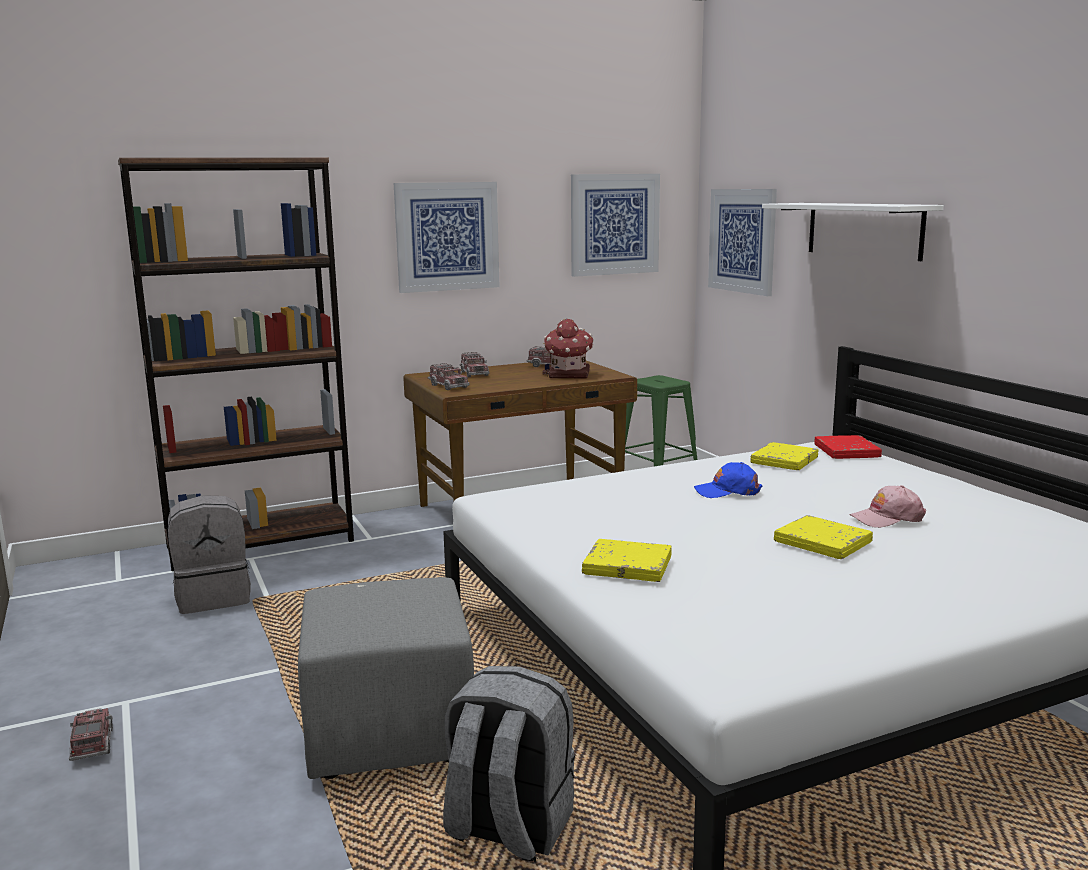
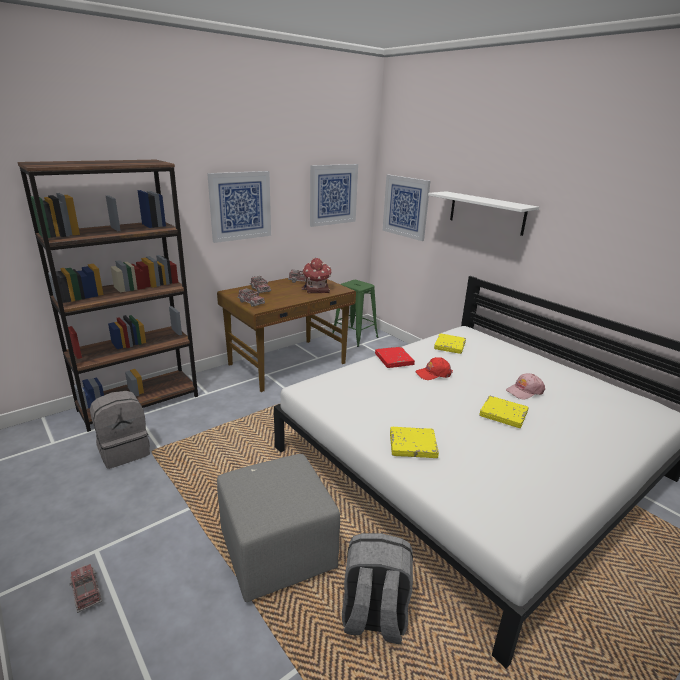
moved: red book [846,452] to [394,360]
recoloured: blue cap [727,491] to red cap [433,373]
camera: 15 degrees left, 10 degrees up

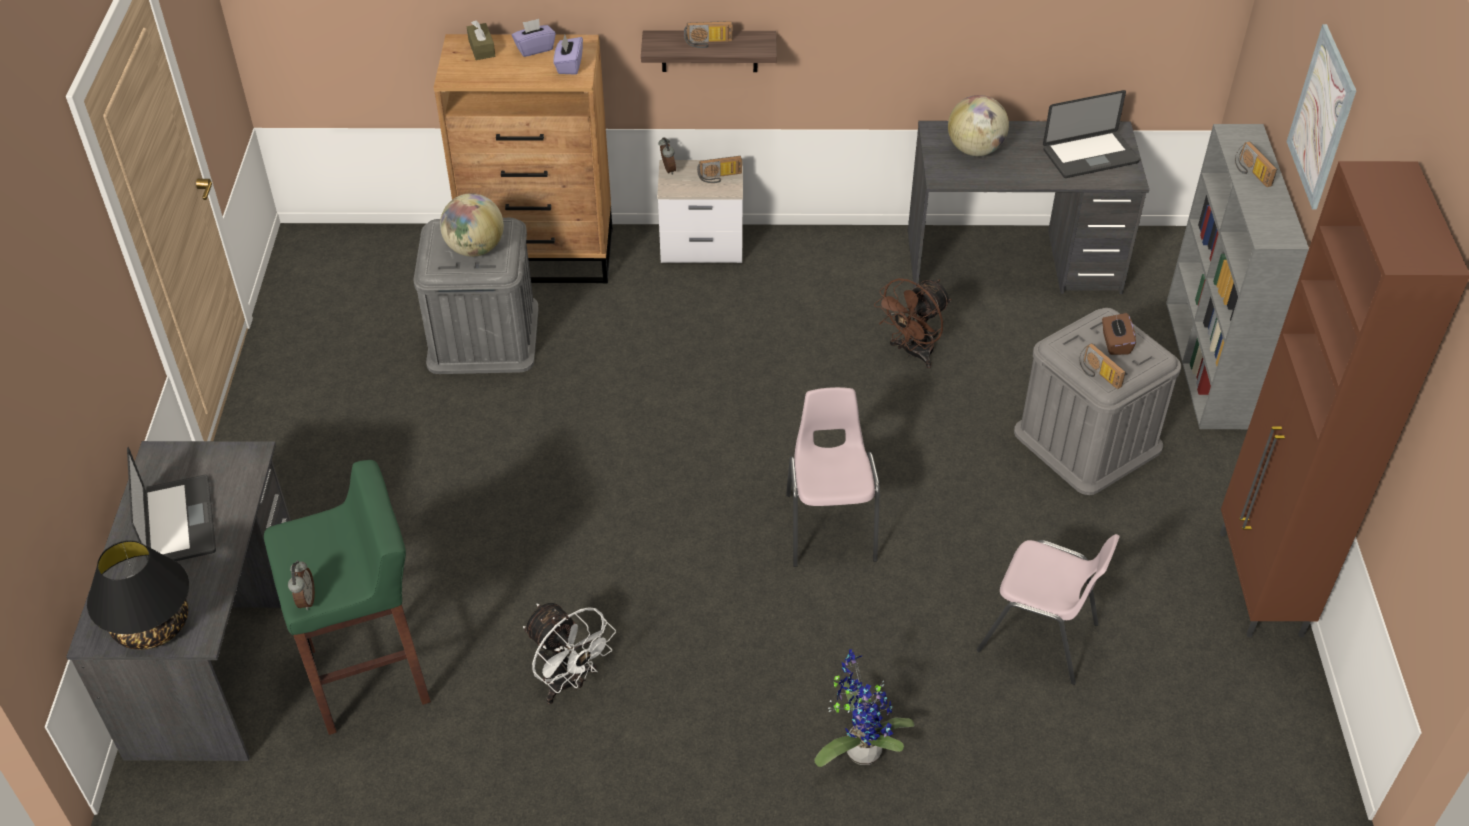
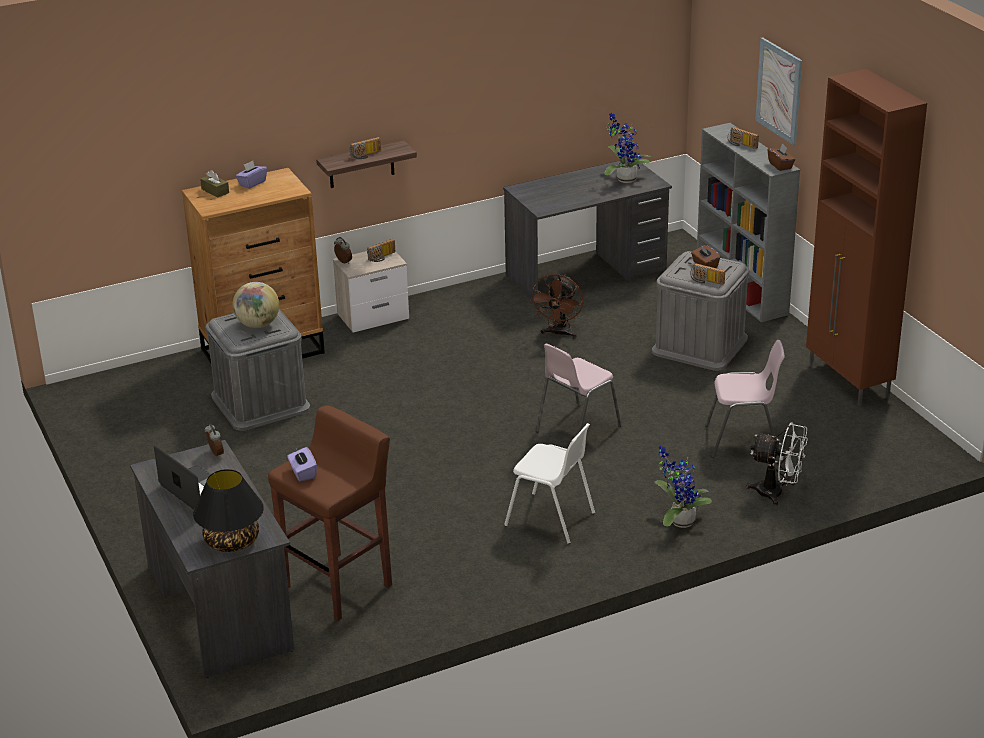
removed: globe [975,150]
added: white chair [551,519]; brown tissue box [780,165]
moved: alarm clock [305,600] to [215,454]; purple tissue box [569,65] to [303,473]; white fan [569,683] to [777,493]
replaced: laptop [1090,156] to potted plant [624,179]
recoloured: green stool [370,675] to brown stool [339,586]
turned: pink chair [830,526] = [576,429] 105 degrees counterclockwise
camera: 25 degrees left, 15 degrees down

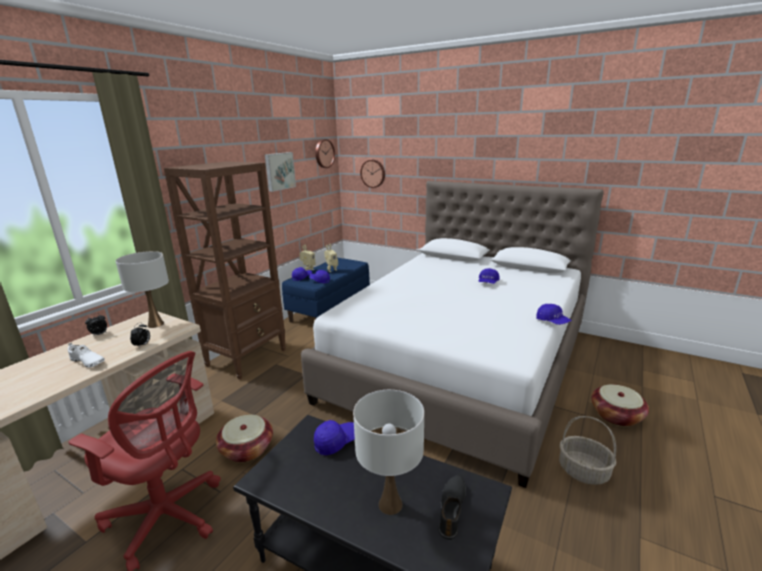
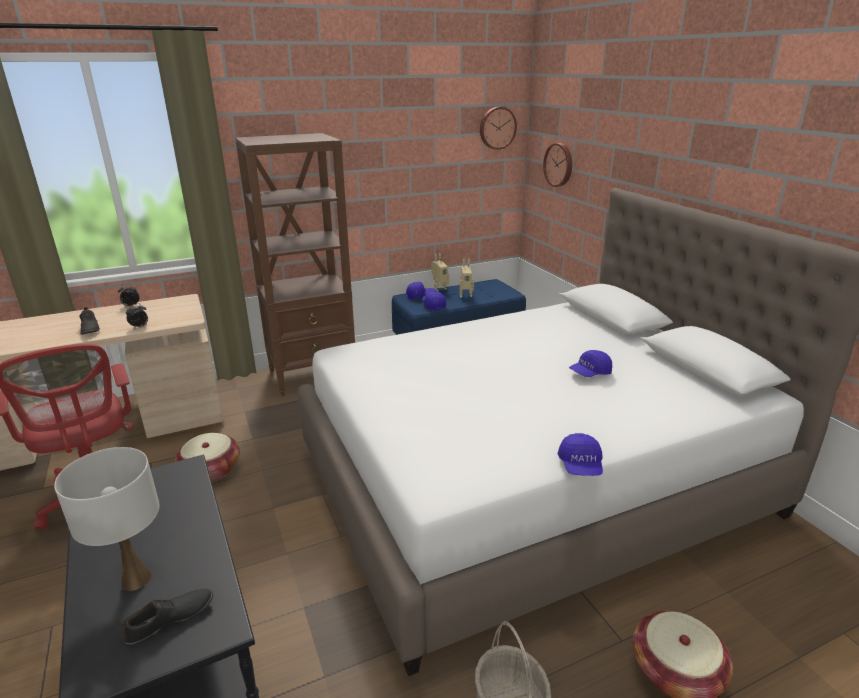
removed: white table lamp [156,324]; picture [279,171]; blue cap [336,441]
recoloured: white shoe [87,362] to black shoe [89,329]
camera: 35 degrees right, 5 degrees up

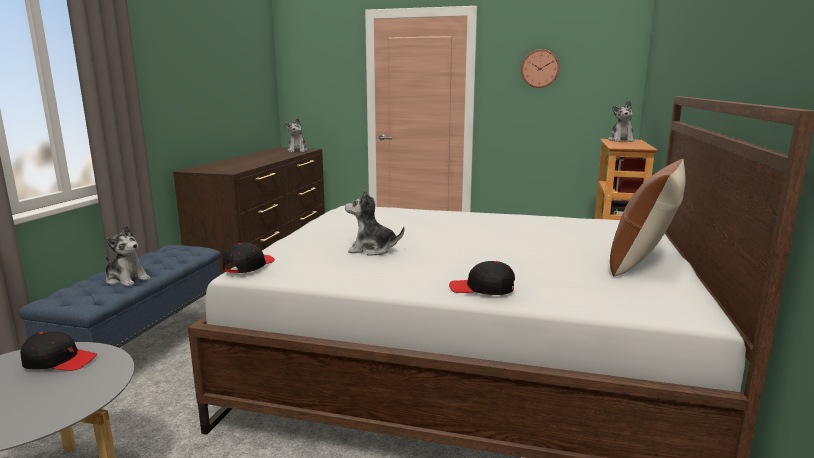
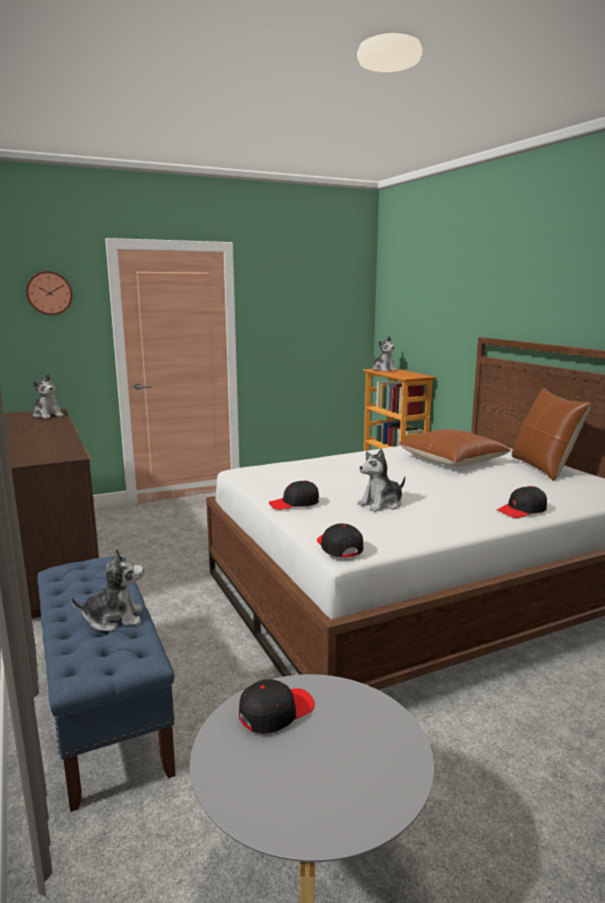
added: black cap [294,503]; brown pillow [452,460]
moved: wall clock [540,68] to [49,293]
camera: 40 degrees left, 0 degrees up

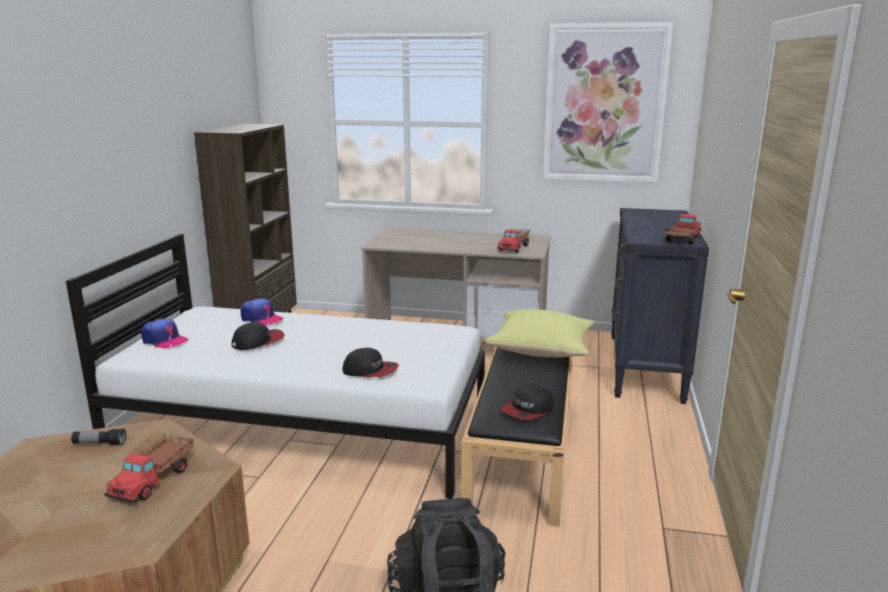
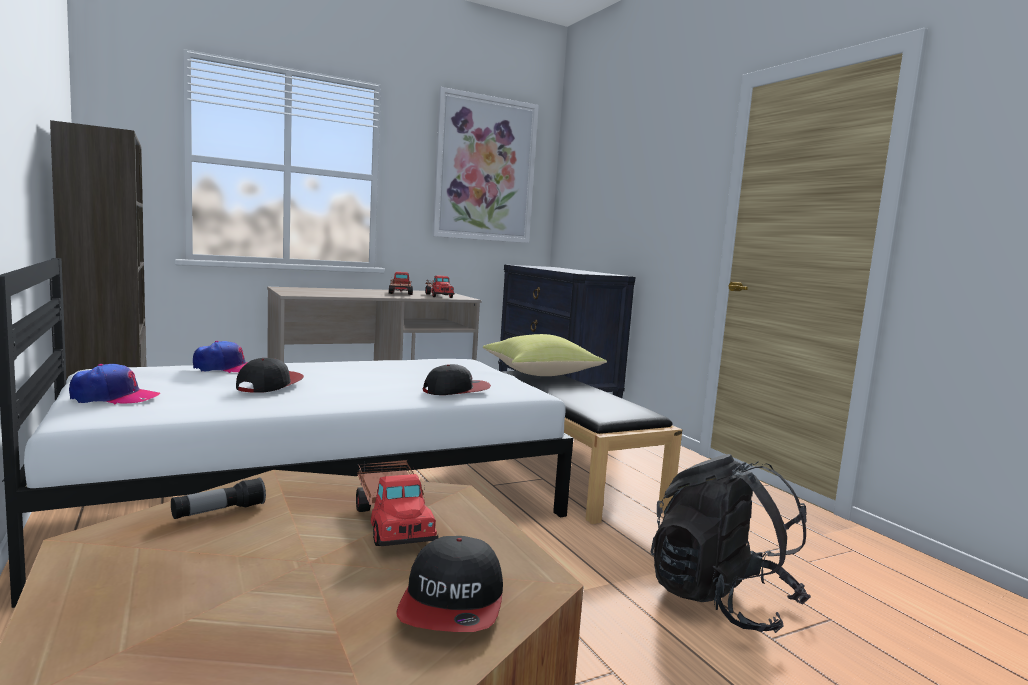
moved: toy truck [682,240] to [400,293]; cap [528,410] to [453,602]
camera: 40 degrees left, 10 degrees down

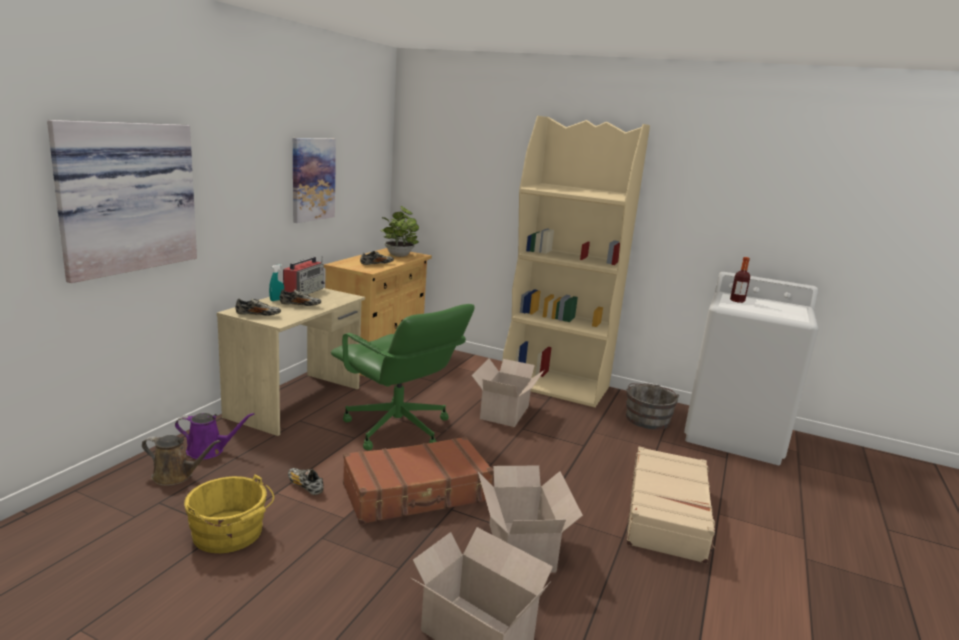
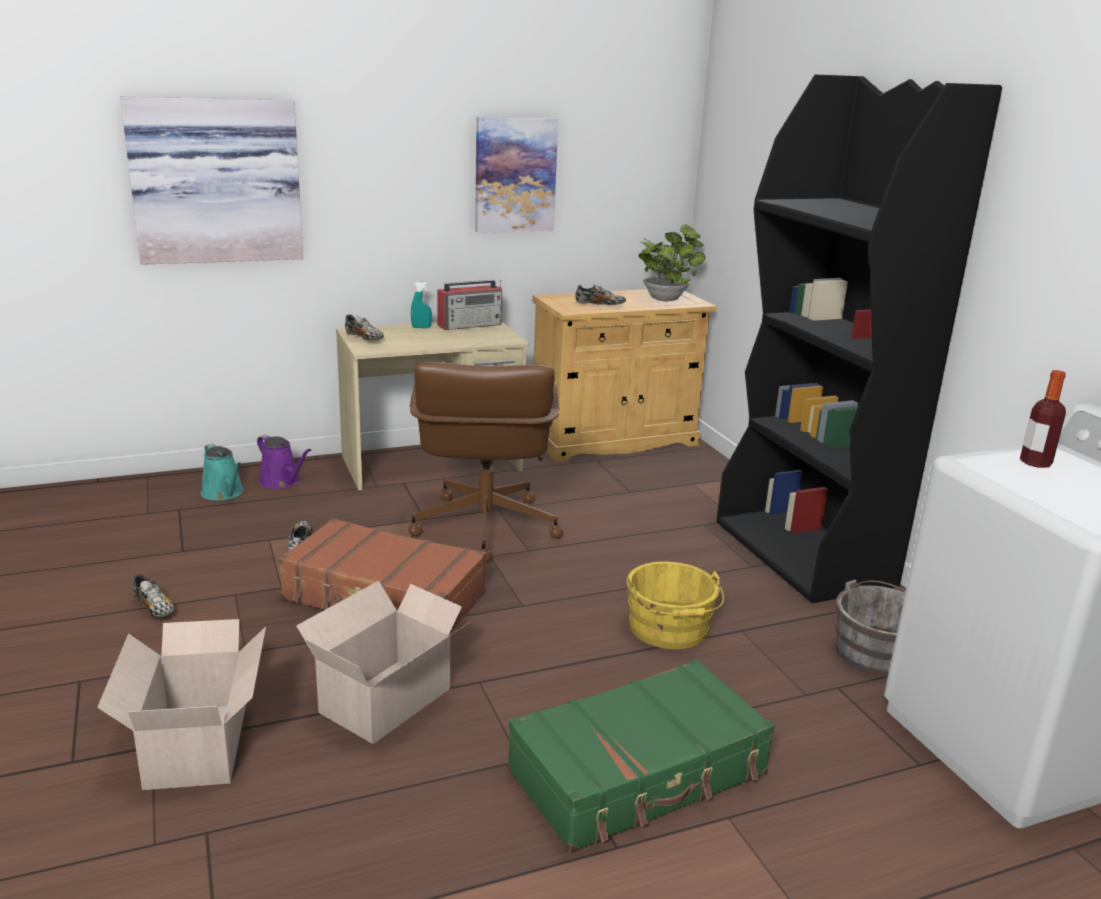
removed: cardboard box [505,411]
moved: shoe [300,305] to [154,608]; yellow bucket [230,534] to [670,630]
recoloured: brown watering can [176,476] to turquoise watering can [224,493]; green office chair [397,429] to brown office chair [484,528]; beige suitcase [667,515] to green suitcase [639,773]; beige bookcase [556,385] to black bookcase [804,554]
camera: 45 degrees right, 5 degrees up

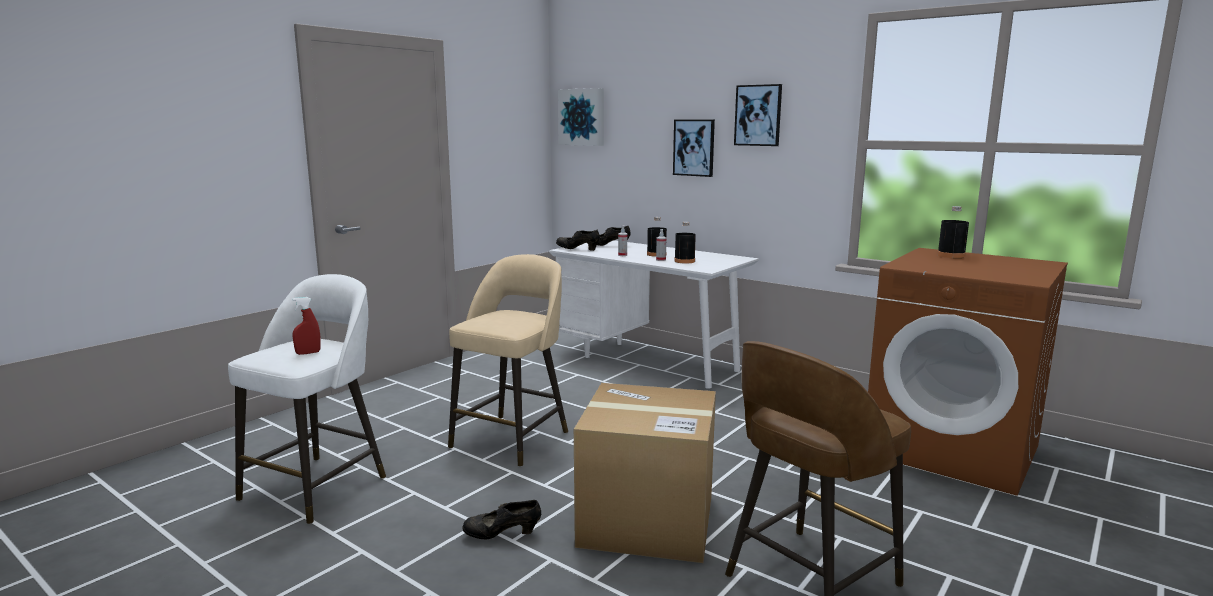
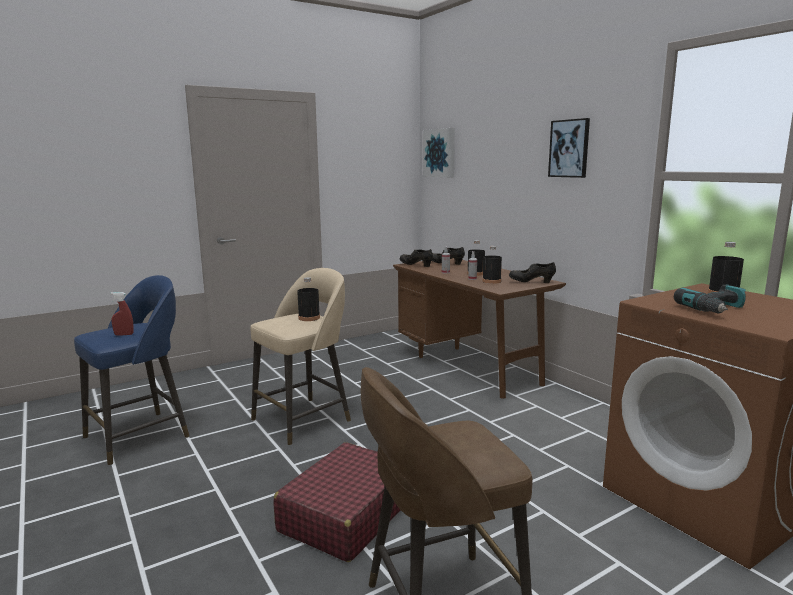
removed: picture [694,147]
added: black bottle [309,318]; power drill [715,309]
moved: black shoe [502,535] to [531,282]
replaced: cardboard box [647,520] to red suitcase [346,514]
recoloured: white stool [317,486] to blue stool [140,436]; white desk [649,361] to brown desk [470,367]
camera: 20 degrees right, 0 degrees up

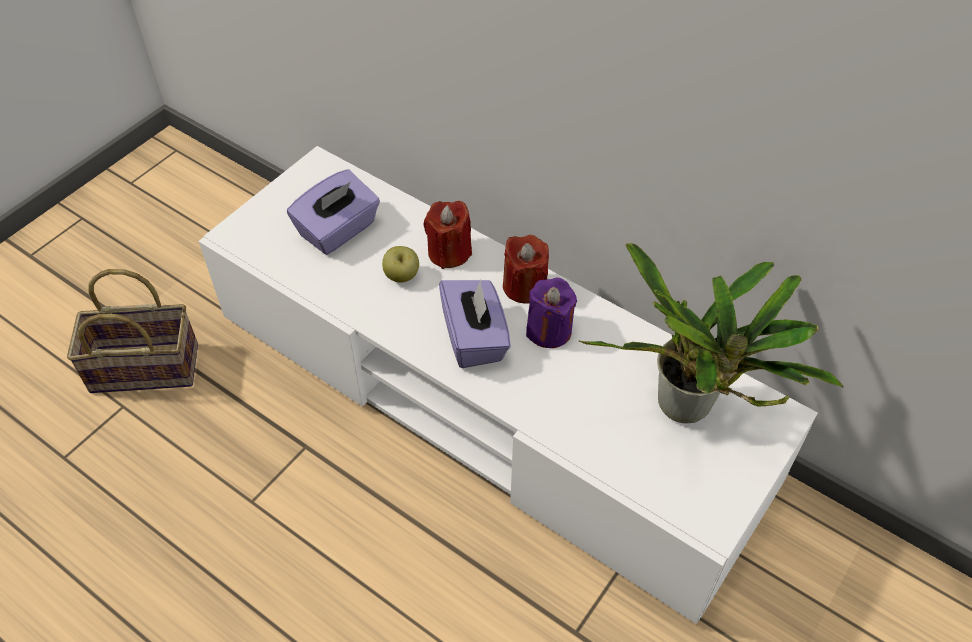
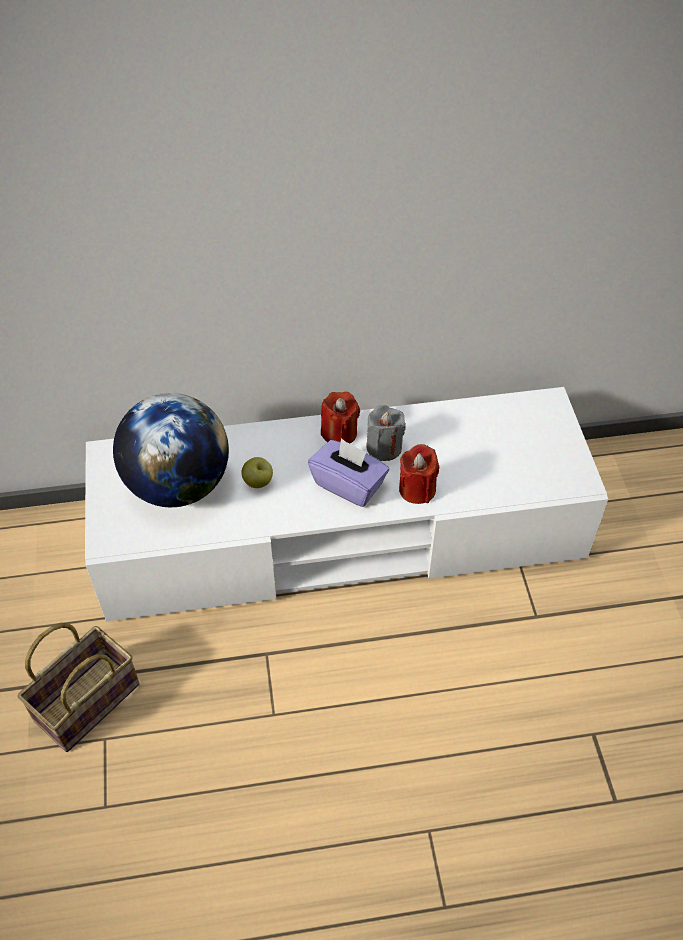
removed: potted plant [689,411]
moved: red candle [449,252] to [417,489]
replaced: purple tissue box [338,230] to globe [178,485]
recoloured: purple candle [549,330] to grey candle [384,447]
camera: 45 degrees left, 0 degrees up

